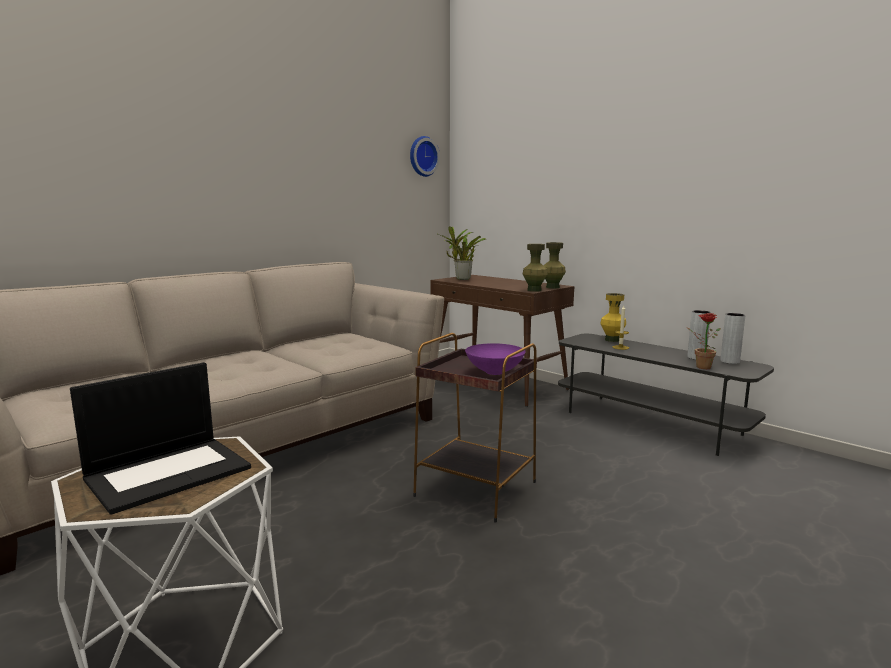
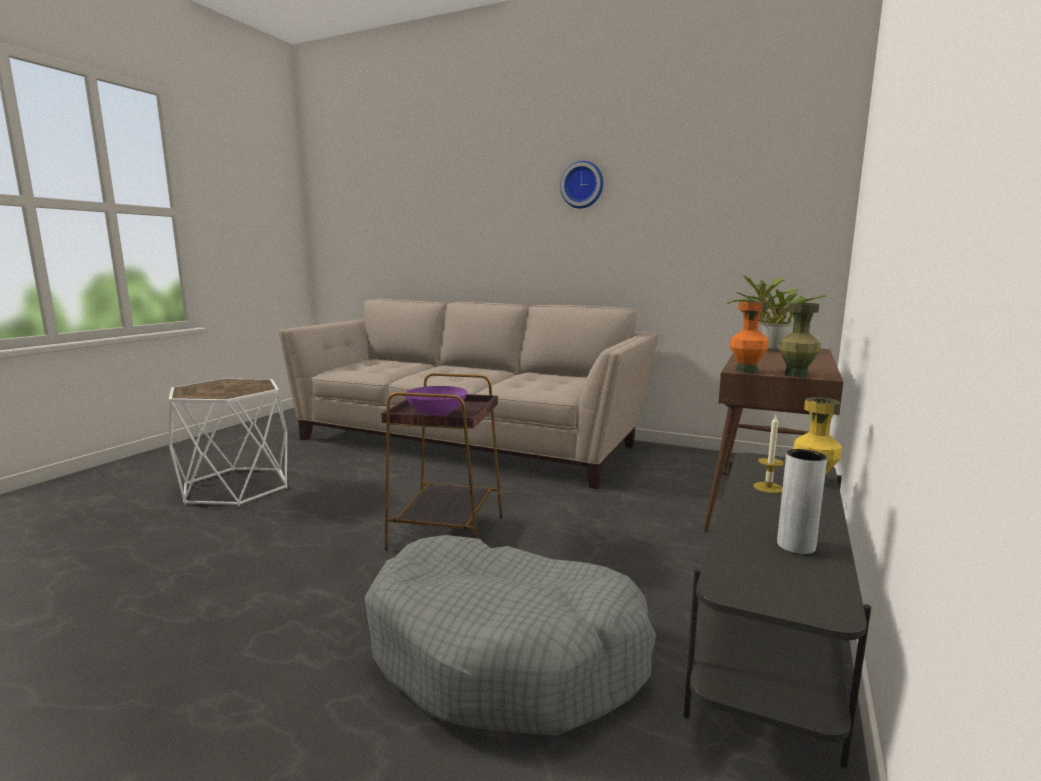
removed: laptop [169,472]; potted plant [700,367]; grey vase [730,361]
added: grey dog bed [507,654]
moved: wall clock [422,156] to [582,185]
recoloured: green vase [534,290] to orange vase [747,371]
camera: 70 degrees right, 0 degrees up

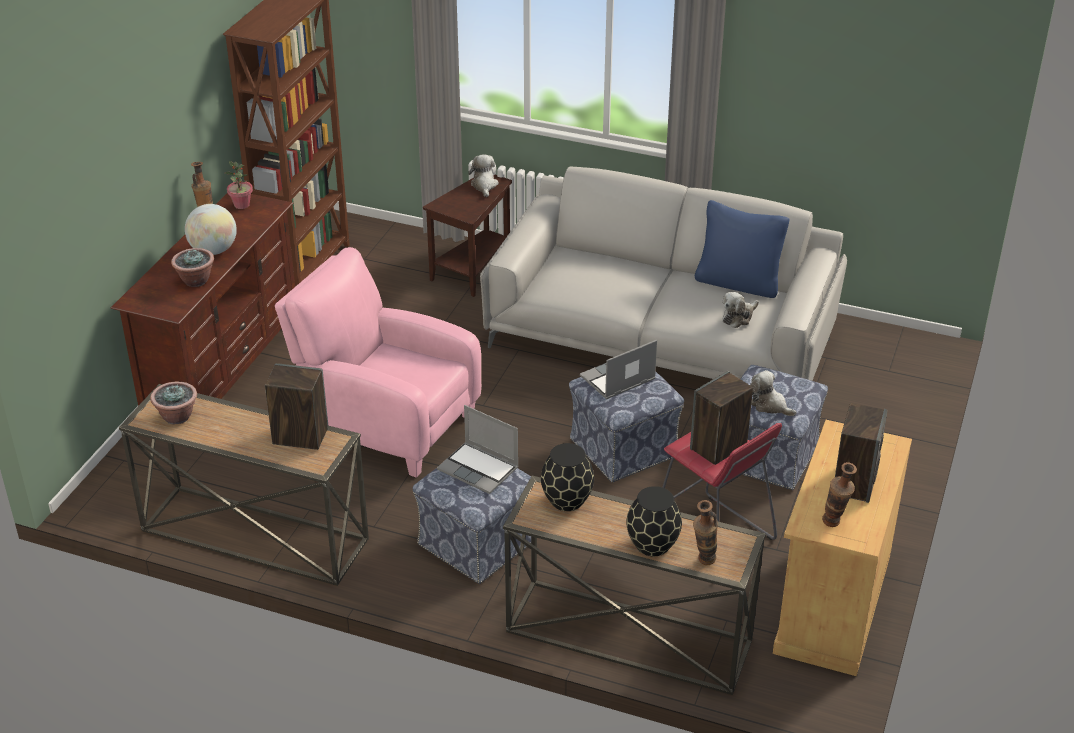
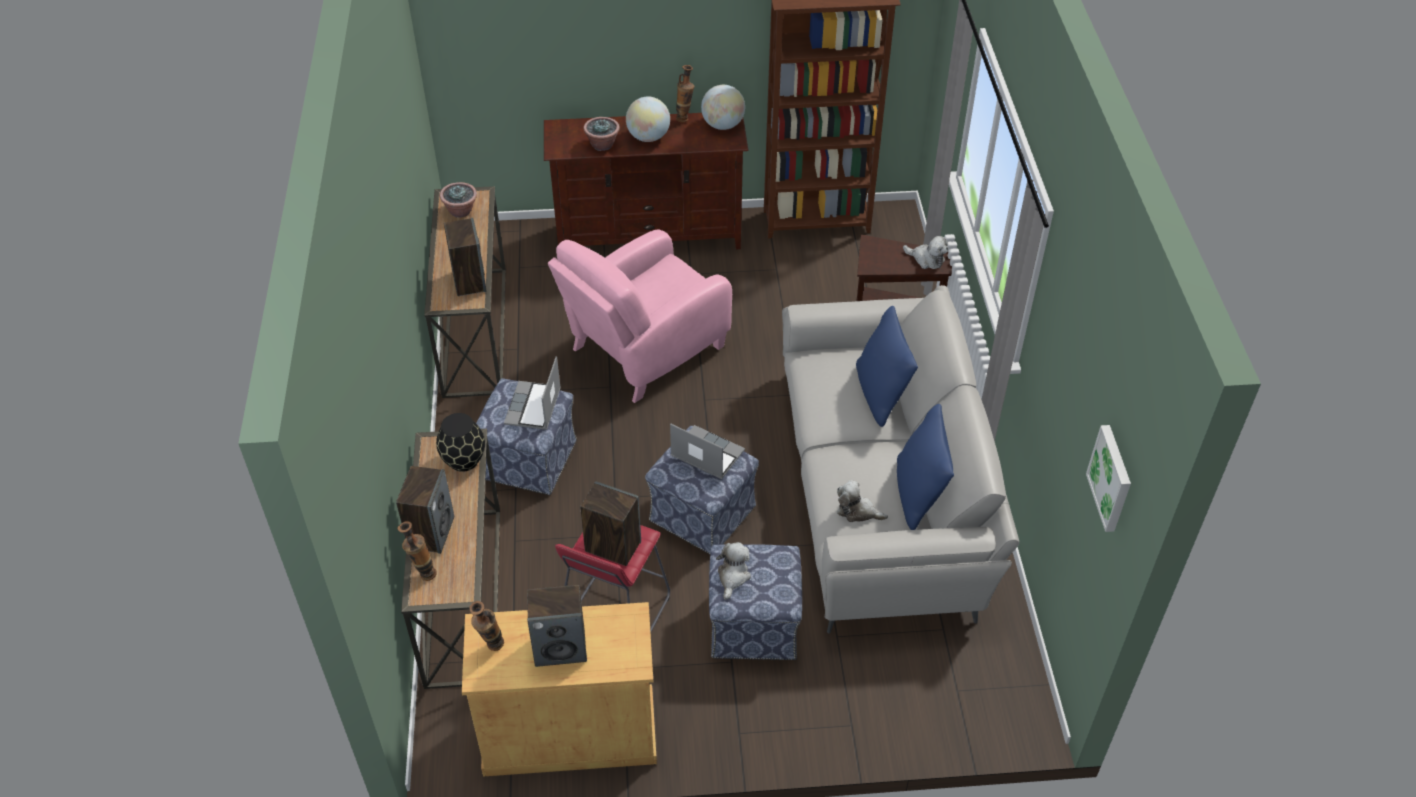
added: blue pillow [881,394]; picture [1112,478]
replaced: black vase [651,544] to speaker [431,532]; potted plant [241,205] to globe [722,125]
turned: pink armchair [385,423] = [644,350] 135 degrees counterclockwise; plush toy [484,185] = [926,259] 60 degrees clockwise
camera: 65 degrees right, 10 degrees up

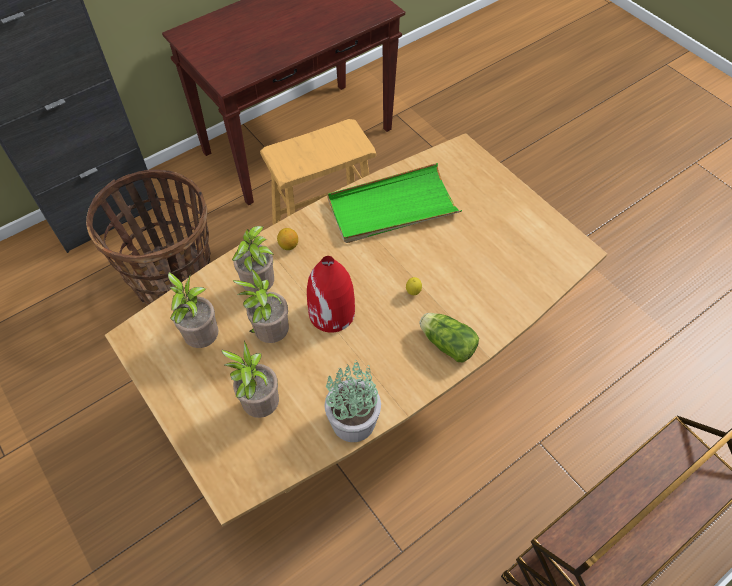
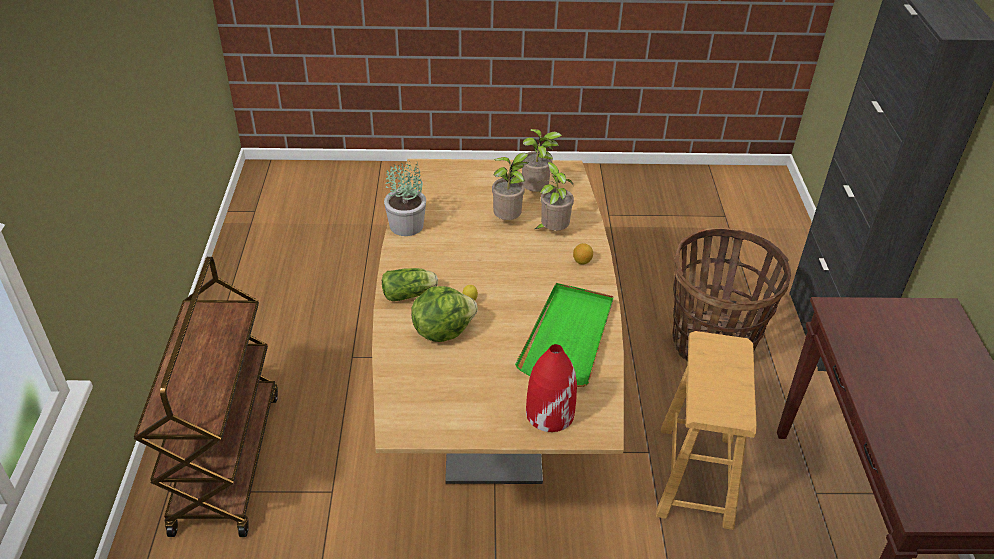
removed: potted plant [260,405]
added: lettuce [442,330]
moved: red vase [332,313] to [549,413]
camera: 125 degrees right, 15 degrees down

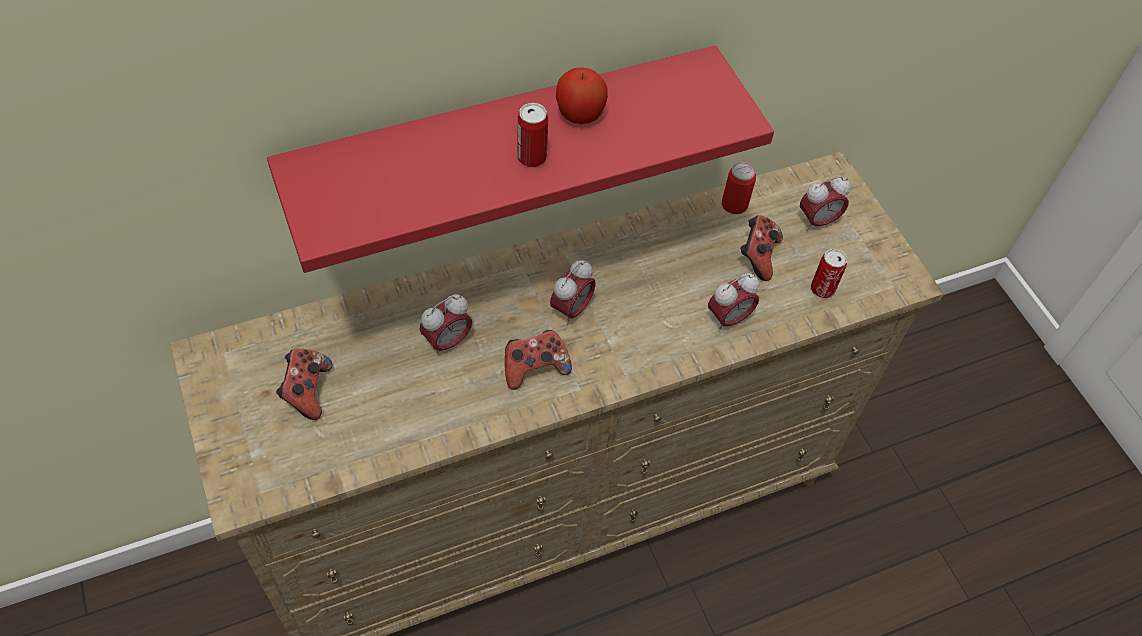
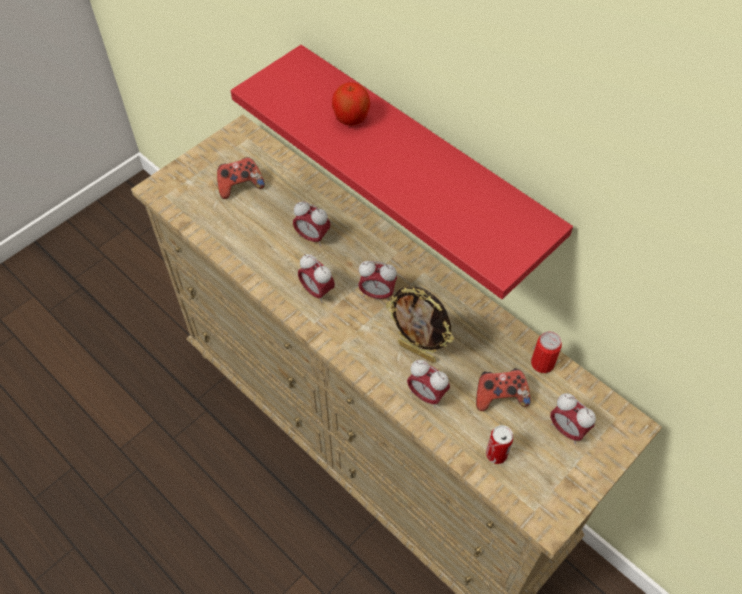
removed: can [532,157]
added: picture frame [417,351]
moved: apple [579,115] to [351,118]
replaced: game controller [534,368] to alarm clock [317,291]
camera: 70 degrees right, 0 degrees up

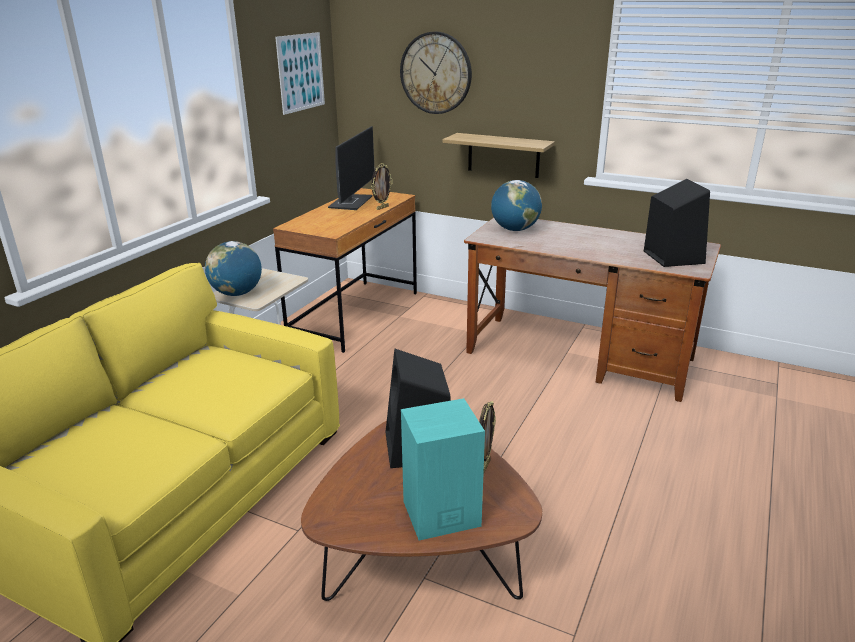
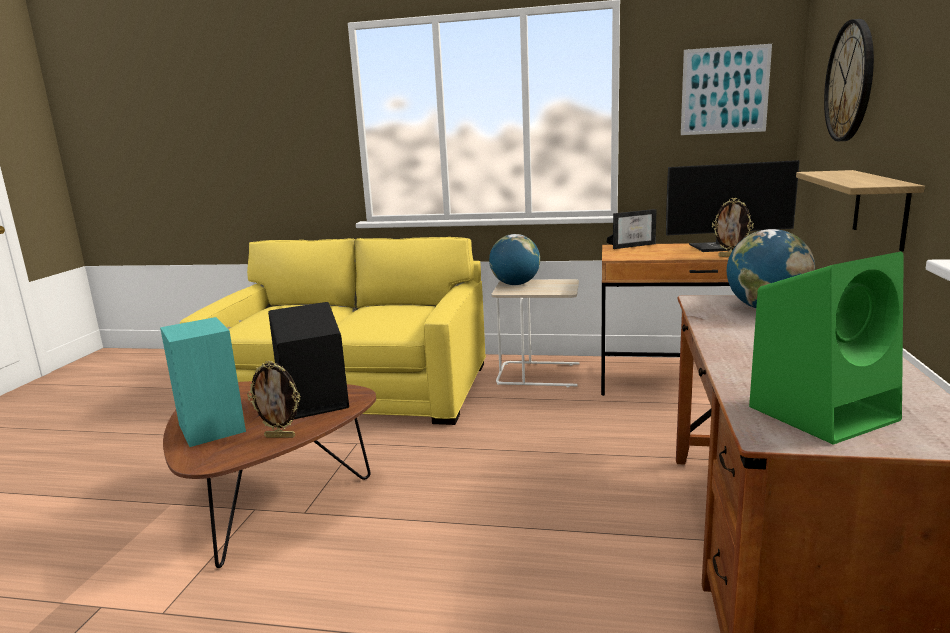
added: picture frame [632,245]
recoloured: black speaker [672,257] to green speaker [824,412]
camera: 75 degrees right, 10 degrees down

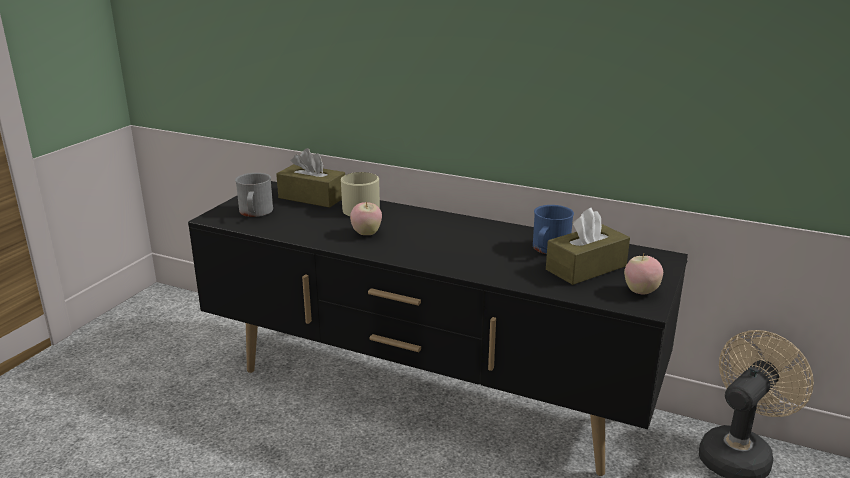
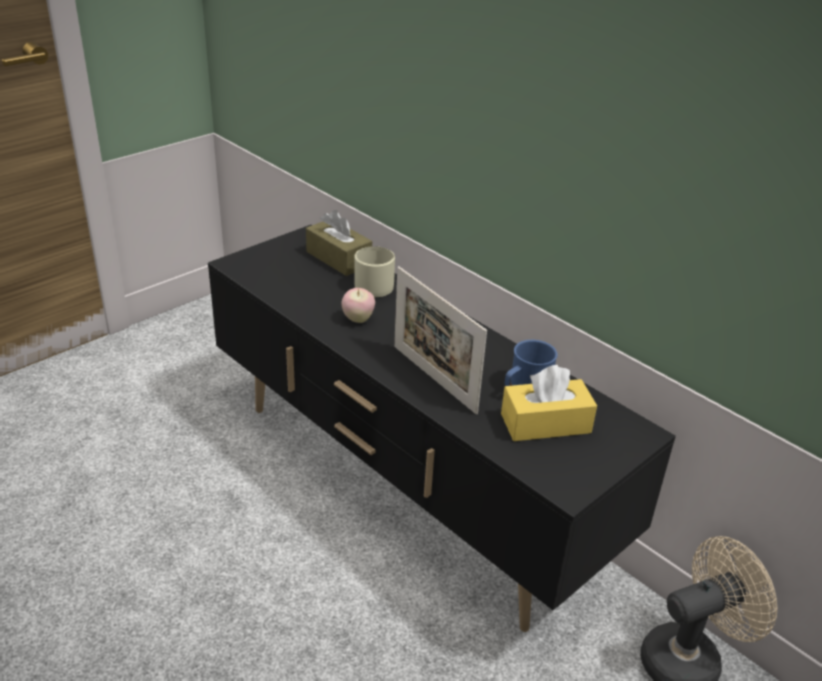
removed: grey mug [255,213]; apple [641,292]
added: picture frame [434,378]
recoloured: brown tissue box [586,268] to yellow tissue box [545,423]
camera: 20 degrees right, 10 degrees up

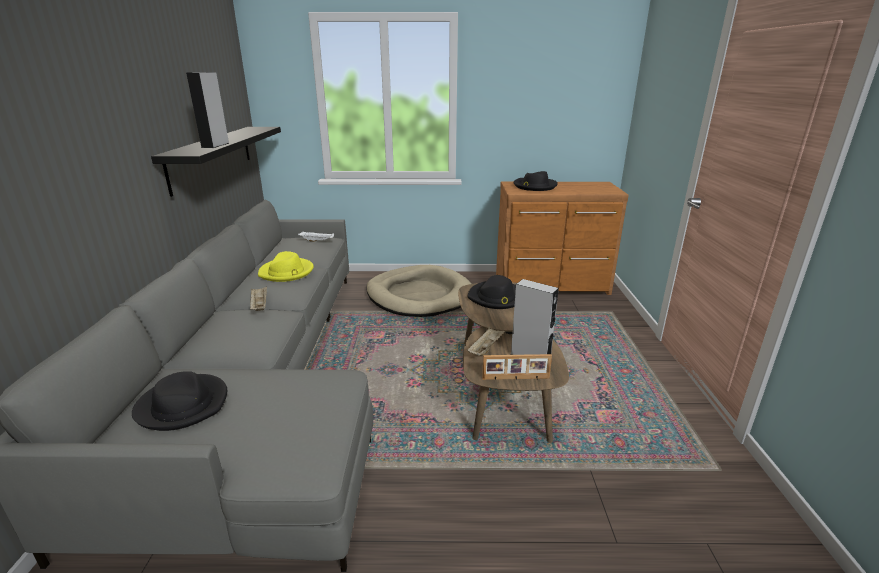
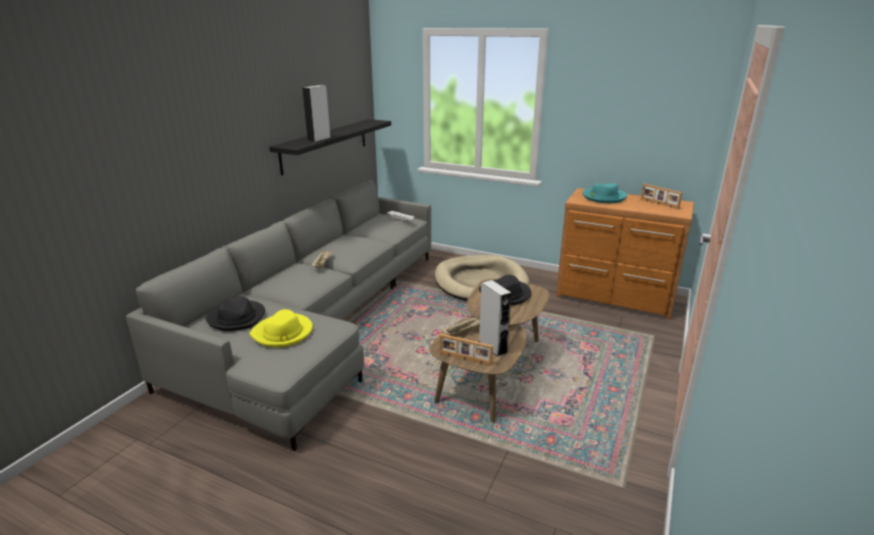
added: picture frame [659,204]
moved: yellow hat [287,272] to [283,333]
recoloured: black hat [534,186] to turquoise hat [603,197]
camera: 25 degrees right, 0 degrees up

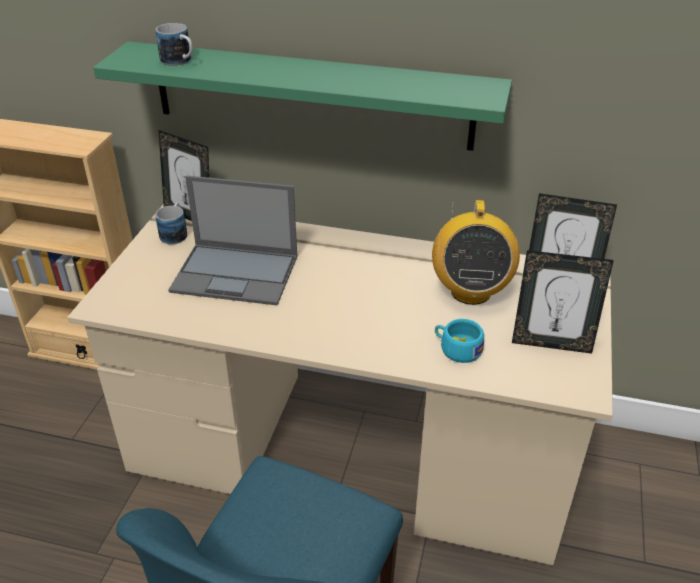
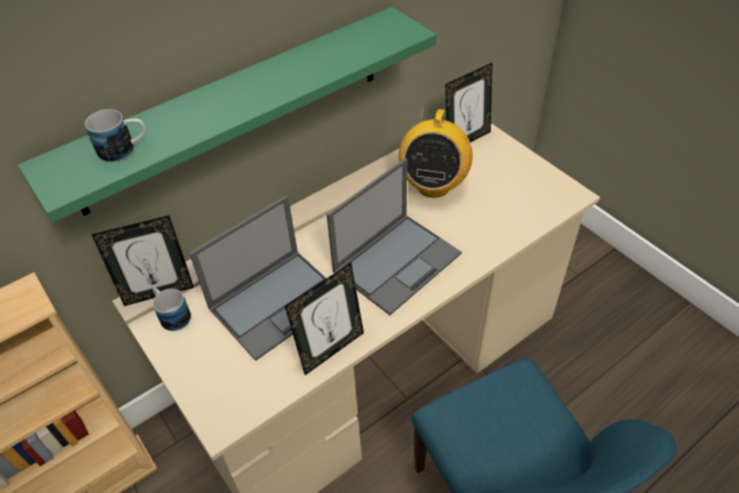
removed: turquoise cup [456,349]
added: laptop [398,261]
moved: picture frame [551,343] to [331,349]
turned: radio [470,291] = [433,185] 60 degrees clockwise
camera: 50 degrees left, 10 degrees up

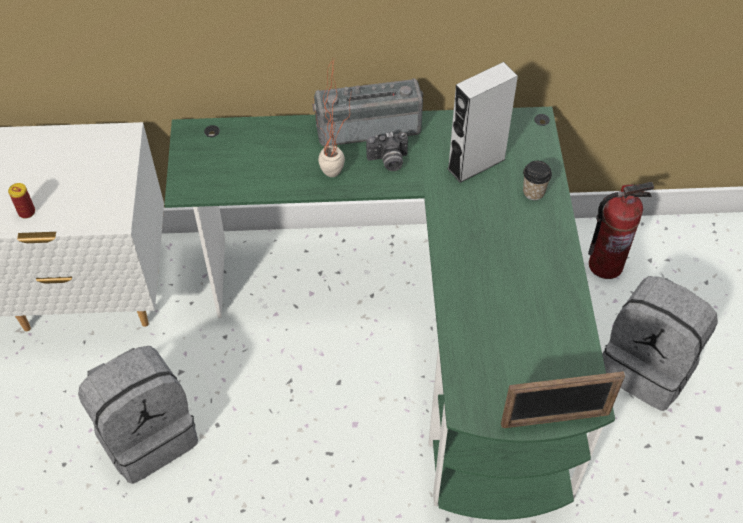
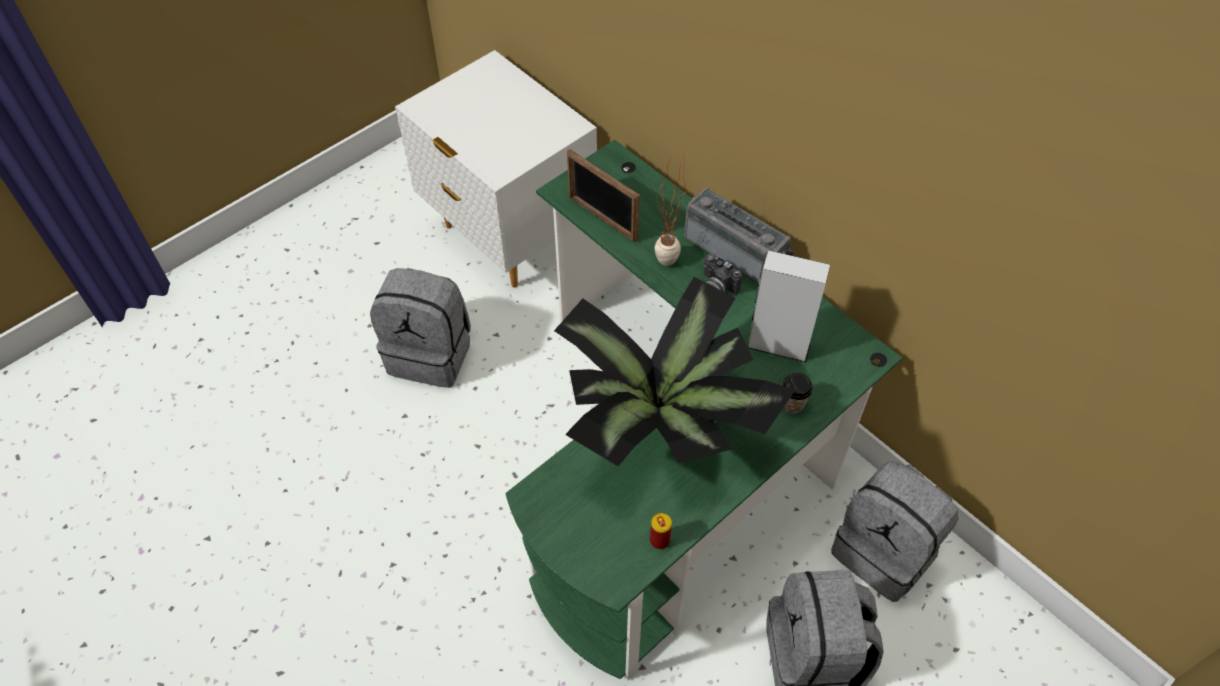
added: potted plant [662,420]
moved: picture frame [555,419] to [602,218]; can [26,212] to [659,540]
replaced: fire extinguisher [605,264] to grey backpack [885,551]
camera: 50 degrees right, 0 degrees up

